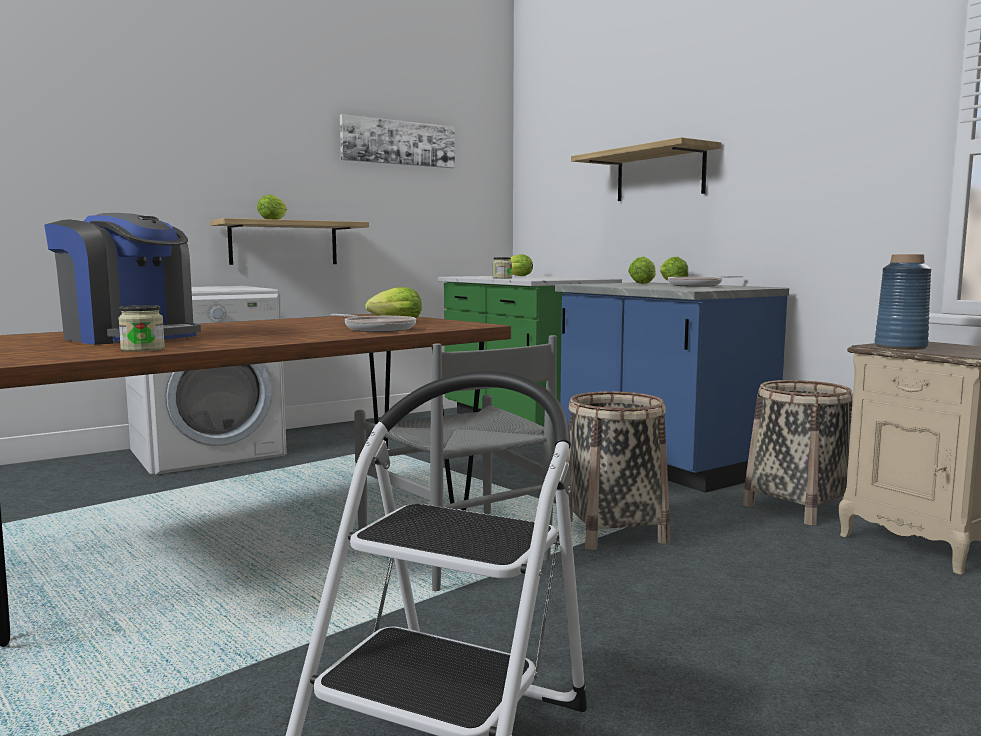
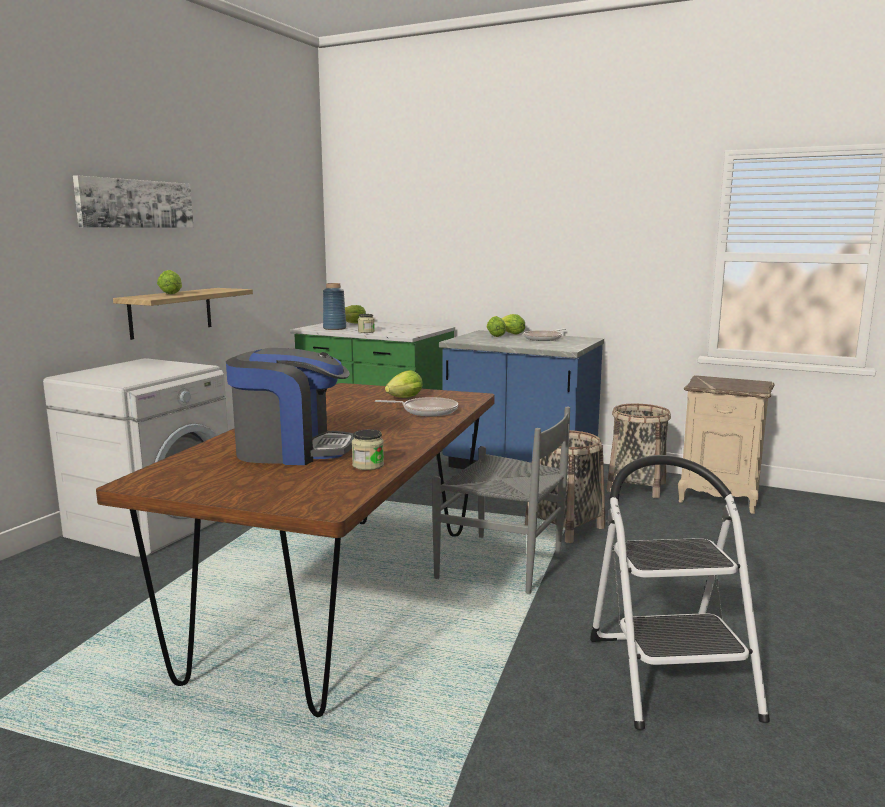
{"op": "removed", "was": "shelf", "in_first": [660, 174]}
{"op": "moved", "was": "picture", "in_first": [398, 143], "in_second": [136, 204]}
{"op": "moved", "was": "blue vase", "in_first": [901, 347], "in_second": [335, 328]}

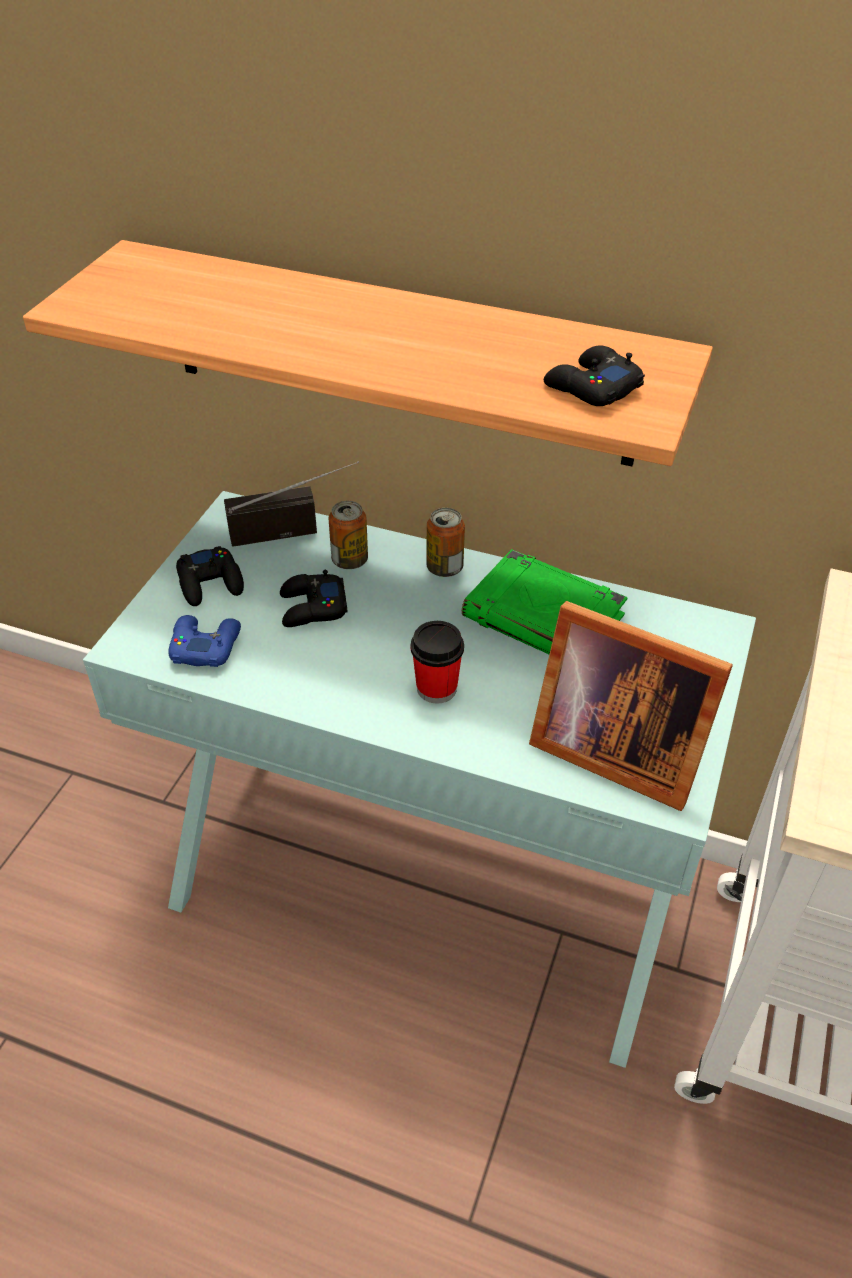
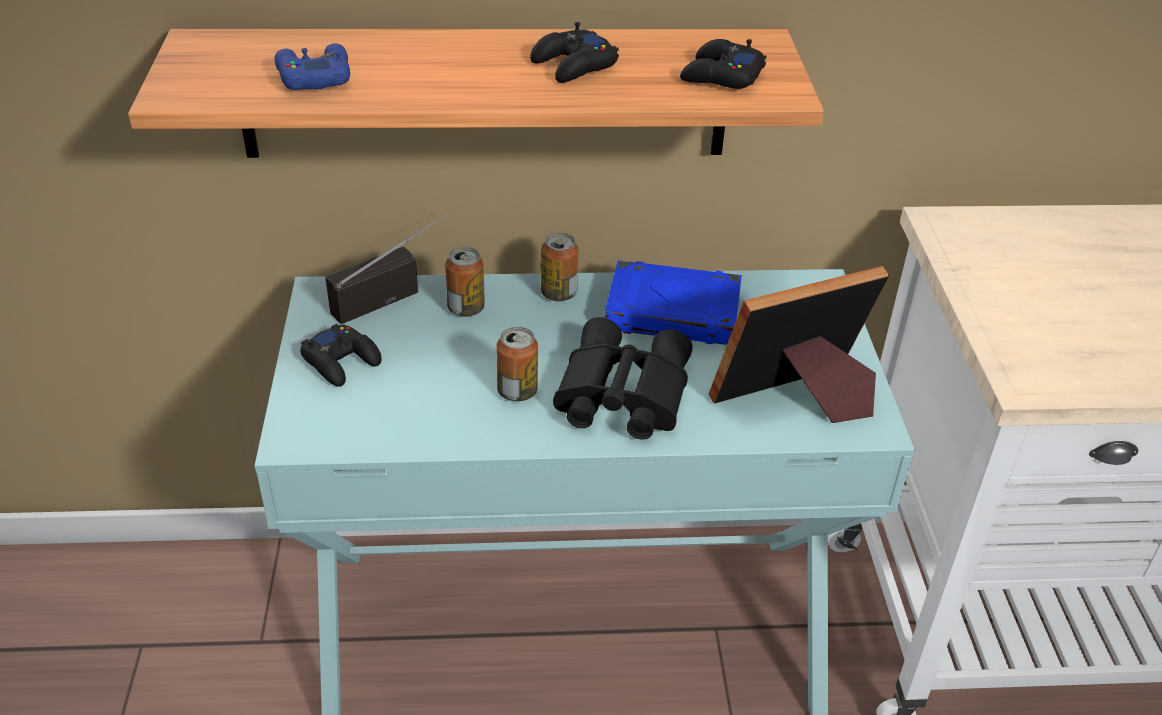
{"op": "added", "now": "can", "in_second": [517, 391]}
{"op": "moved", "was": "blue game controller", "in_first": [205, 646], "in_second": [313, 77]}
{"op": "moved", "was": "black game controller", "in_first": [312, 608], "in_second": [574, 66]}
{"op": "replaced", "was": "cup", "now": "black binoculars", "in_first": [436, 688], "in_second": [619, 395]}
{"op": "recoloured", "was": "green book", "now": "blue book", "in_first": [545, 617], "in_second": [674, 312]}
{"op": "turned", "was": "picture frame", "in_first": [612, 748], "in_second": [797, 400], "clockwise": 150}

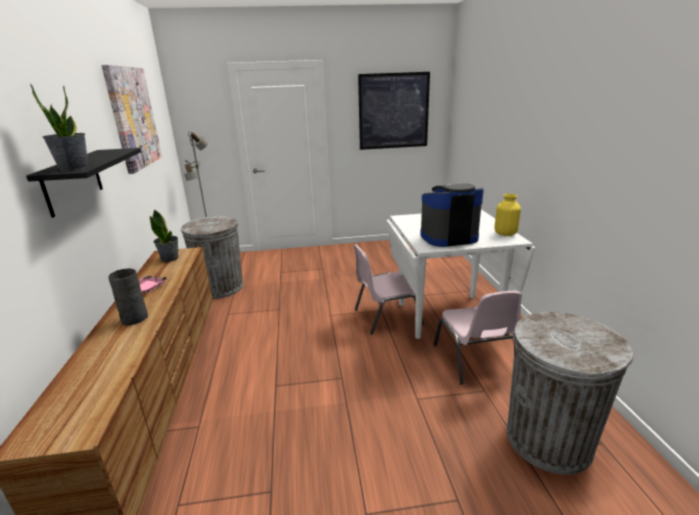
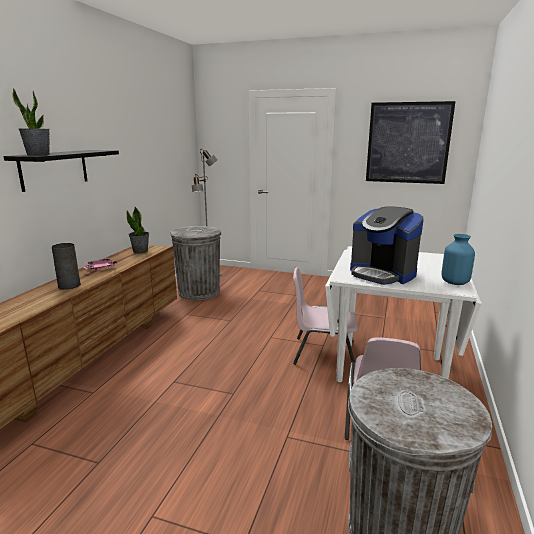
{"op": "removed", "was": "picture", "in_first": [133, 117]}
{"op": "recoloured", "was": "yellow vase", "now": "blue vase", "in_first": [505, 234], "in_second": [455, 282]}
{"op": "turned", "was": "coffee machine", "in_first": [448, 237], "in_second": [382, 274], "clockwise": -150}

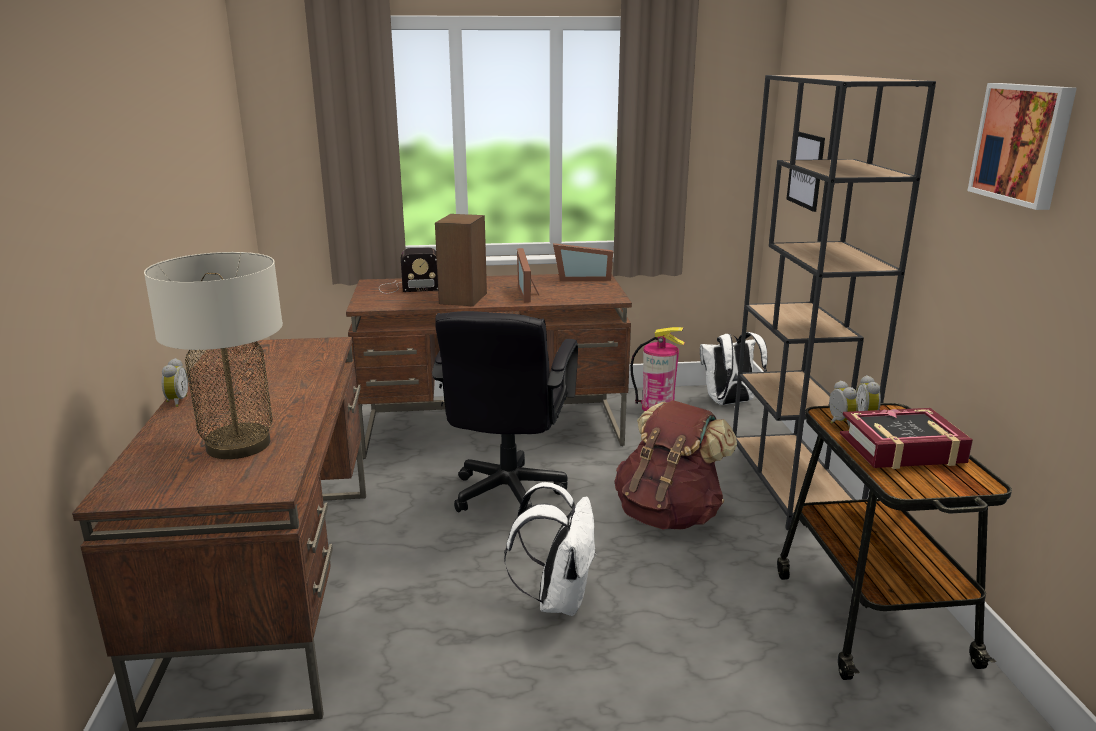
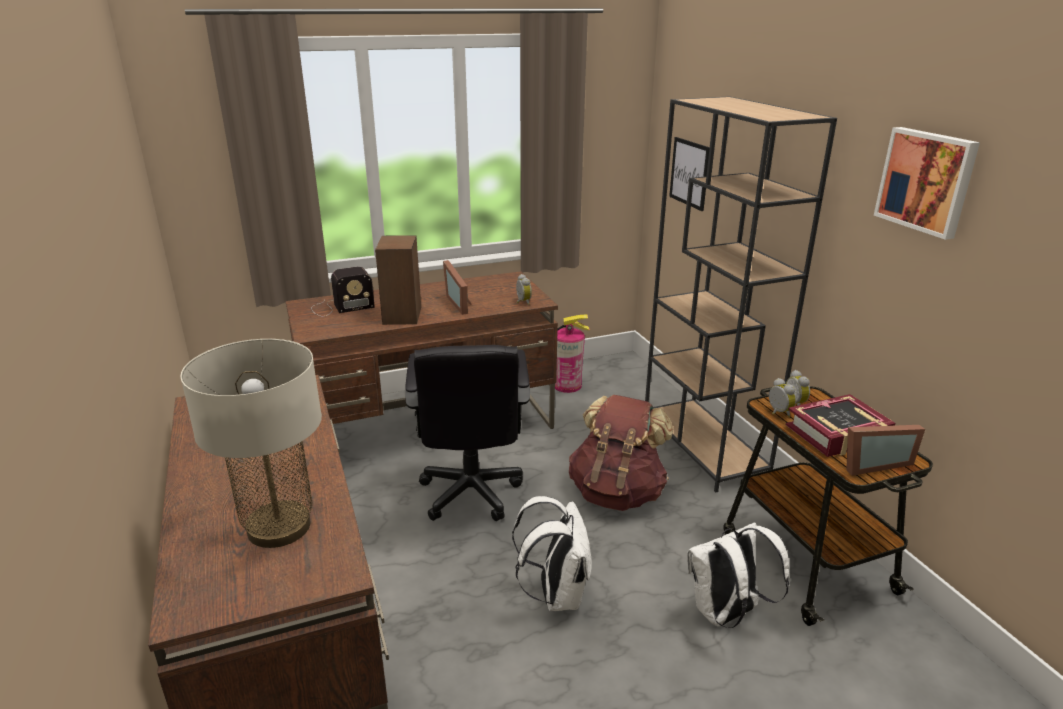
{"op": "moved", "was": "alarm clock", "in_first": [176, 401], "in_second": [522, 302]}
{"op": "moved", "was": "picture frame", "in_first": [582, 278], "in_second": [871, 464]}
{"op": "moved", "was": "white backpack", "in_first": [729, 403], "in_second": [726, 614]}

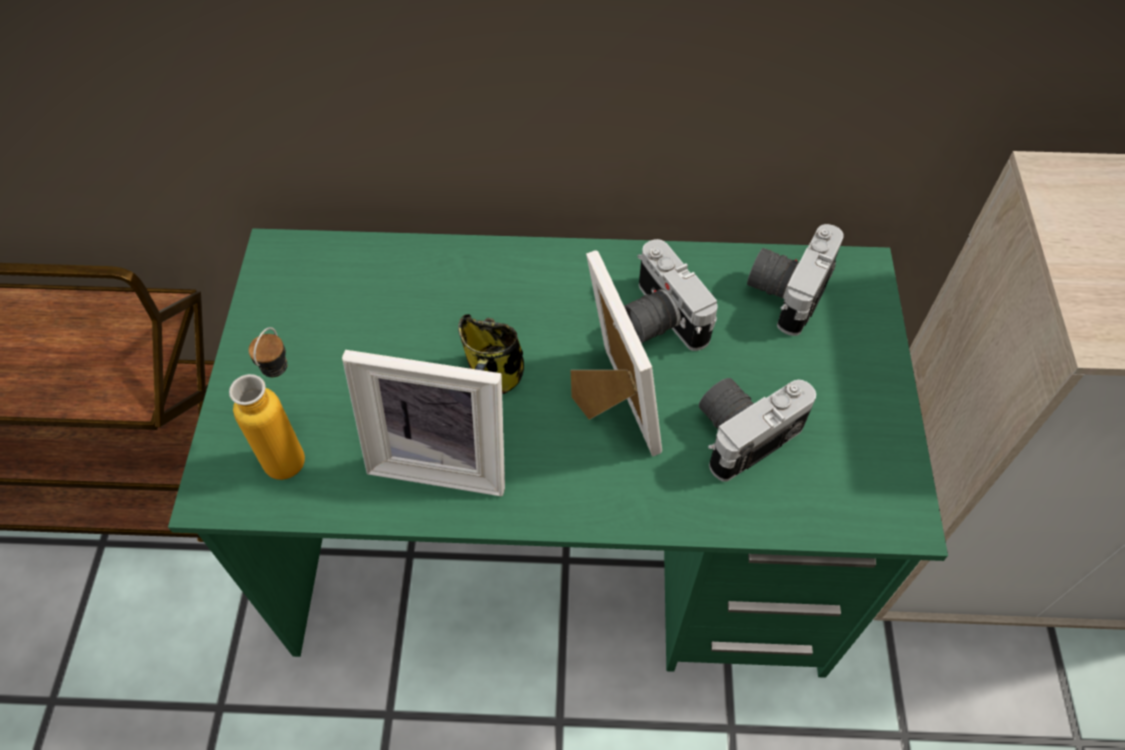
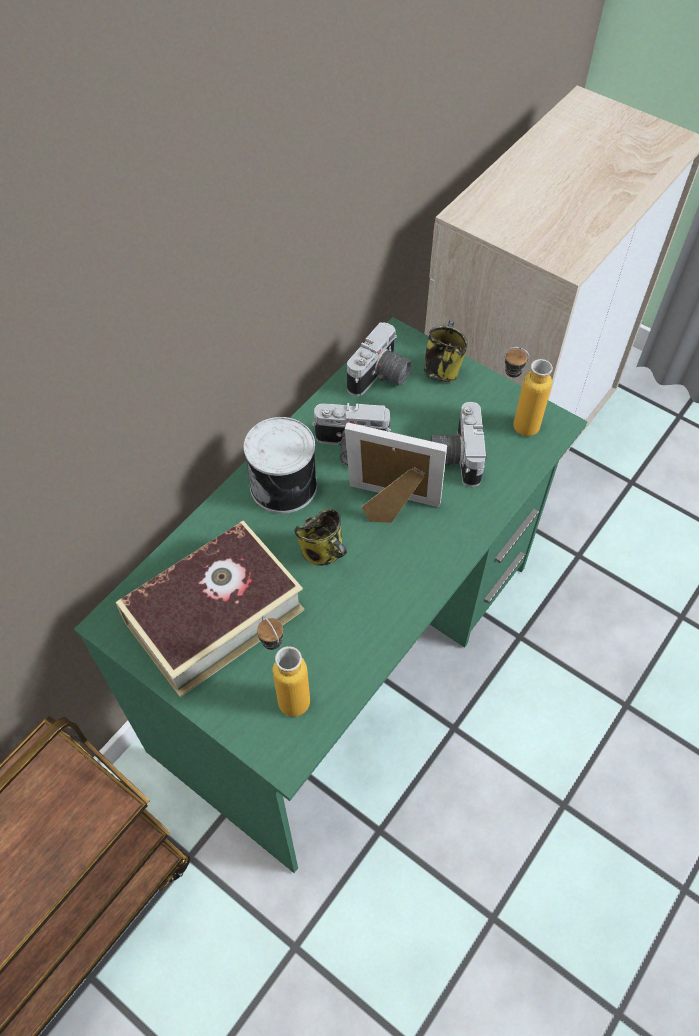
{"op": "removed", "was": "picture frame", "in_first": [442, 458]}
{"op": "added", "now": "book", "in_second": [214, 616]}
{"op": "added", "now": "can", "in_second": [285, 485]}
{"op": "added", "now": "mug", "in_second": [442, 369]}
{"op": "added", "now": "bottle", "in_second": [514, 425]}
{"op": "turned", "was": "photo camera", "in_first": [786, 289], "in_second": [381, 378], "clockwise": -120}

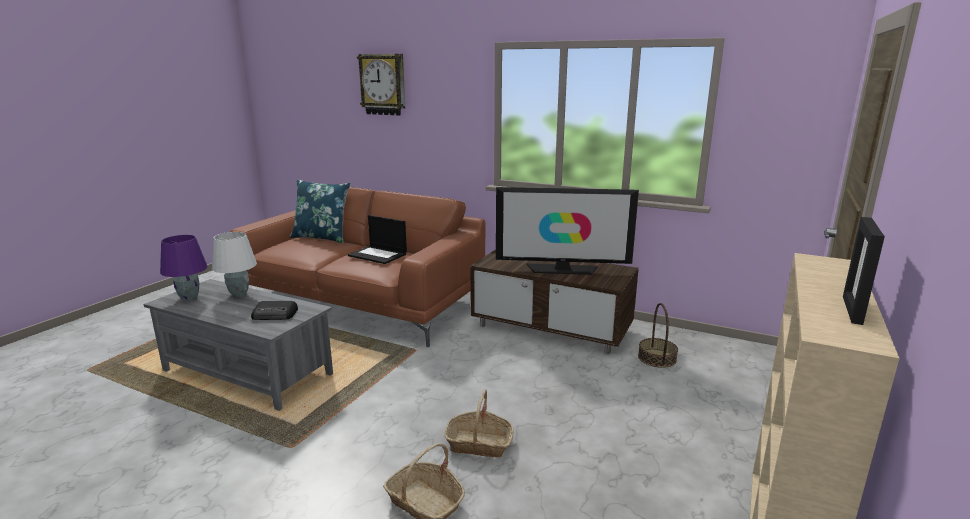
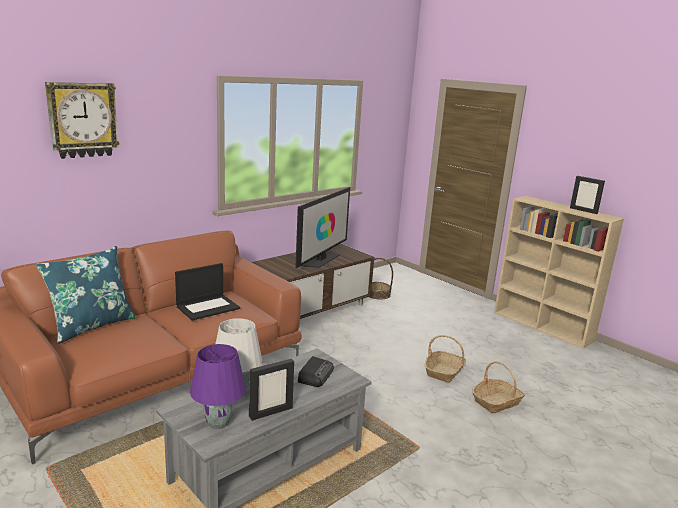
{"op": "added", "now": "picture frame", "in_second": [270, 412]}

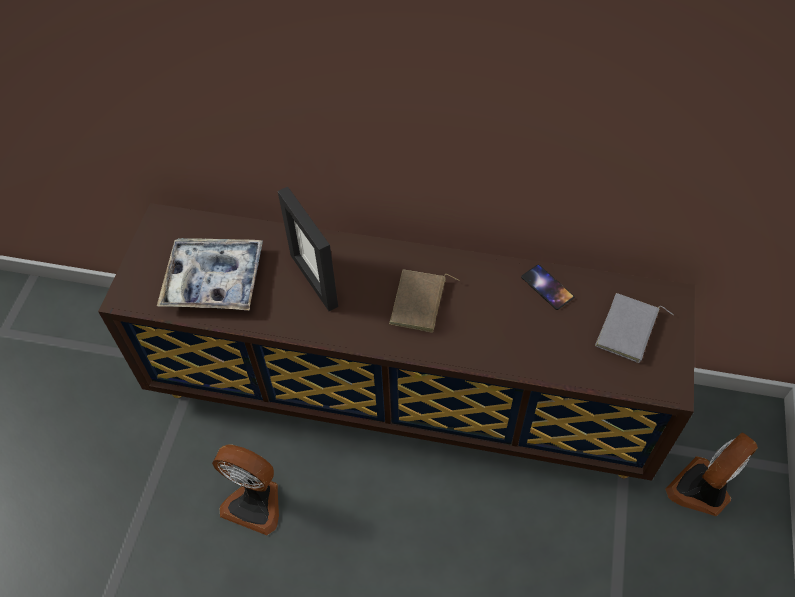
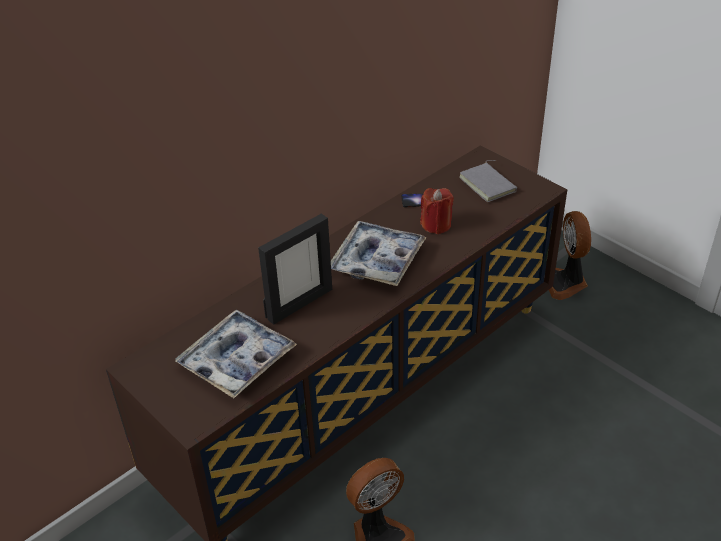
{"op": "added", "now": "red candle", "in_second": [436, 225]}
{"op": "replaced", "was": "brown book", "now": "tray", "in_first": [420, 303], "in_second": [377, 261]}
{"op": "turned", "was": "picture frame", "in_first": [315, 279], "in_second": [299, 303], "clockwise": -45}

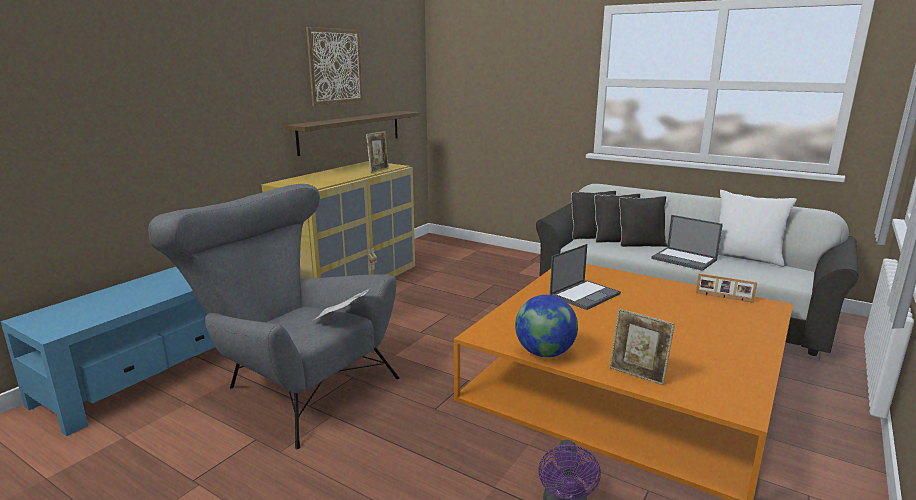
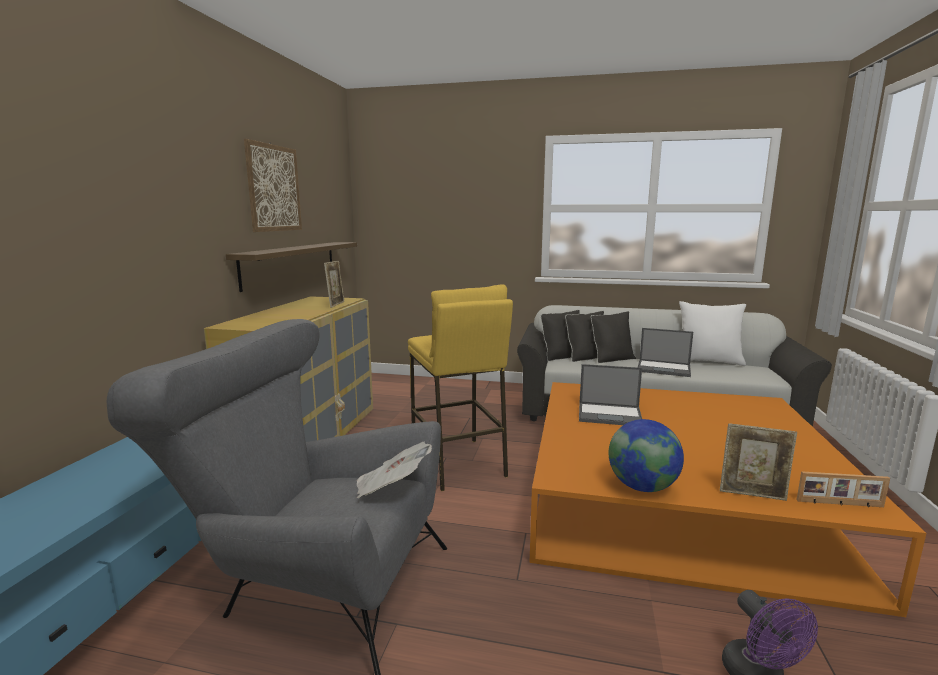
{"op": "added", "now": "yellow stool", "in_second": [458, 463]}
{"op": "moved", "was": "picture frame", "in_first": [724, 297], "in_second": [840, 504]}
{"op": "turned", "was": "laptop", "in_first": [585, 294], "in_second": [610, 415], "clockwise": 75}

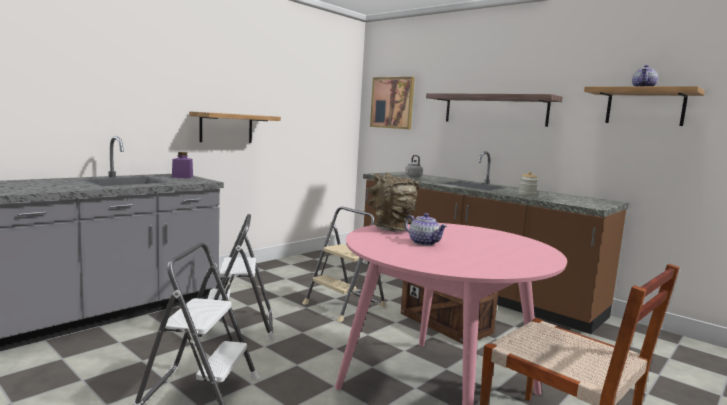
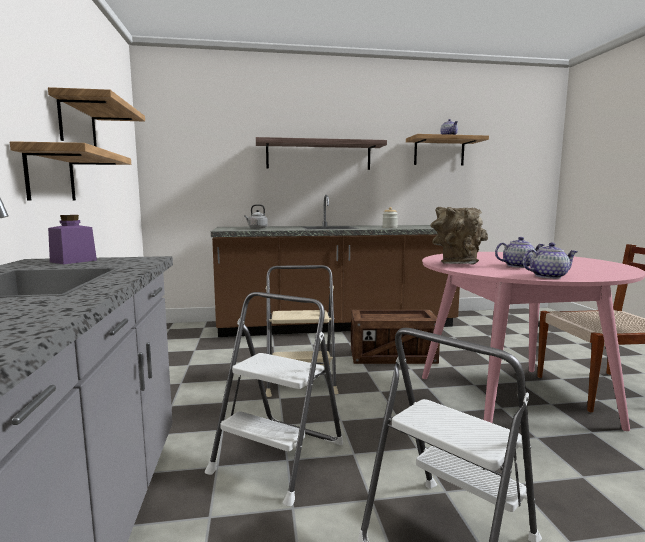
{"op": "removed", "was": "picture", "in_first": [392, 103]}
{"op": "added", "now": "shelf", "in_second": [77, 124]}
{"op": "added", "now": "teapot", "in_second": [548, 276]}

